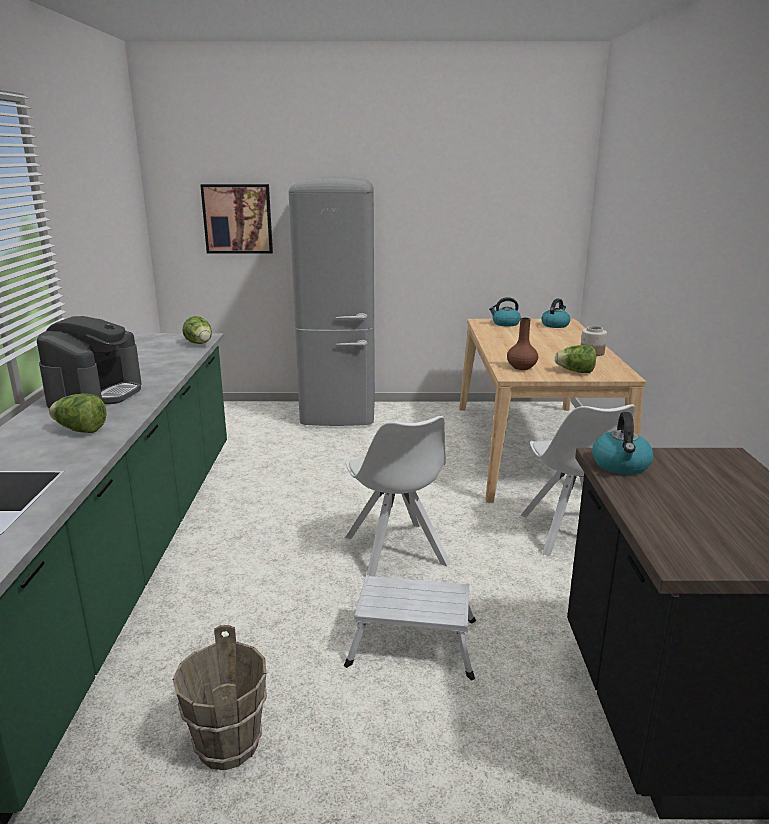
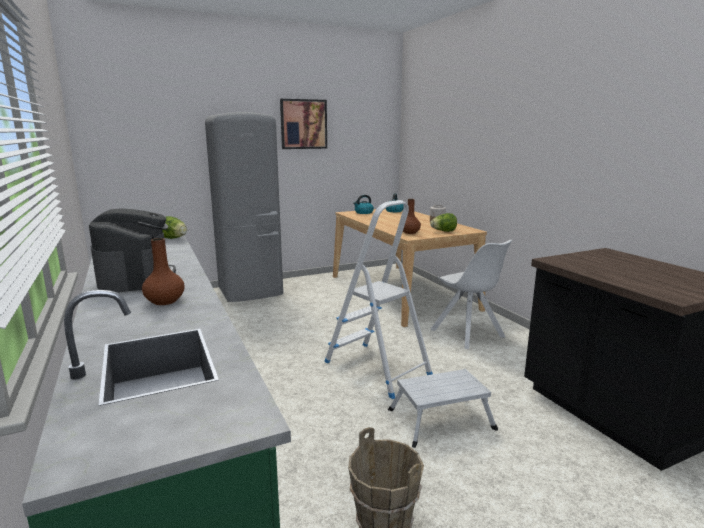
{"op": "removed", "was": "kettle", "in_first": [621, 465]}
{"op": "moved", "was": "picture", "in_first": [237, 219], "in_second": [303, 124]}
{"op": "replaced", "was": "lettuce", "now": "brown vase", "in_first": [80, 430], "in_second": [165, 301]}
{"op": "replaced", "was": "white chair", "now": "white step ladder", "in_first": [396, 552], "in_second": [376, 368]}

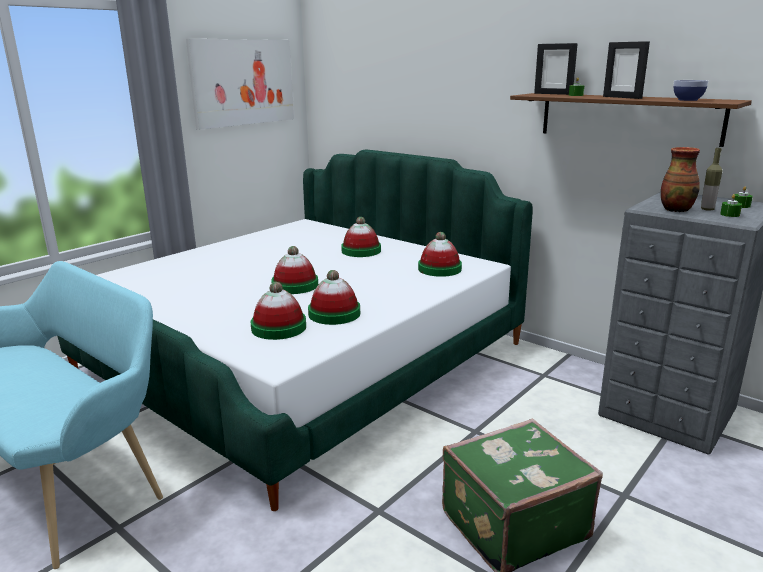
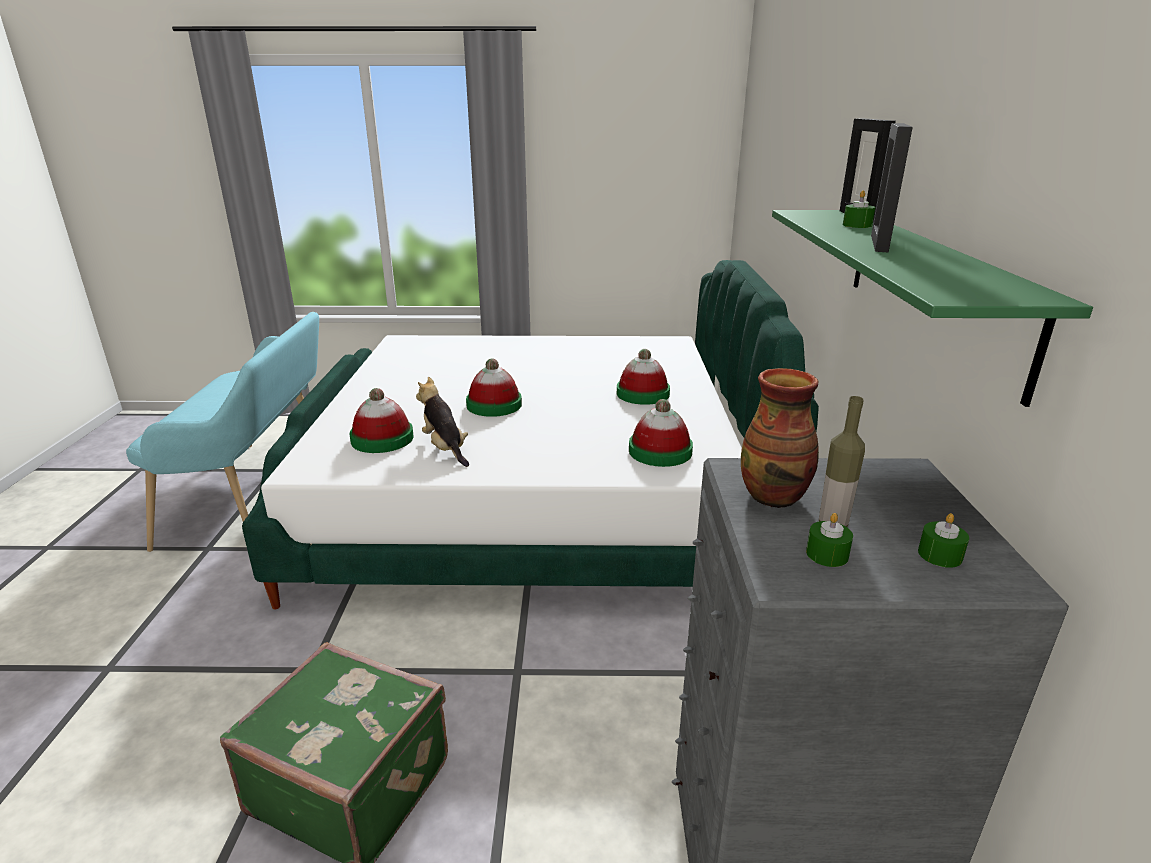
{"op": "removed", "was": "picture", "in_first": [243, 82]}
{"op": "removed", "was": "bowl", "in_first": [687, 100]}
{"op": "replaced", "was": "hat", "now": "plush toy", "in_first": [334, 314], "in_second": [445, 448]}
{"op": "recoloured", "was": "brown shelf", "now": "green shelf", "in_first": [628, 118], "in_second": [931, 289]}

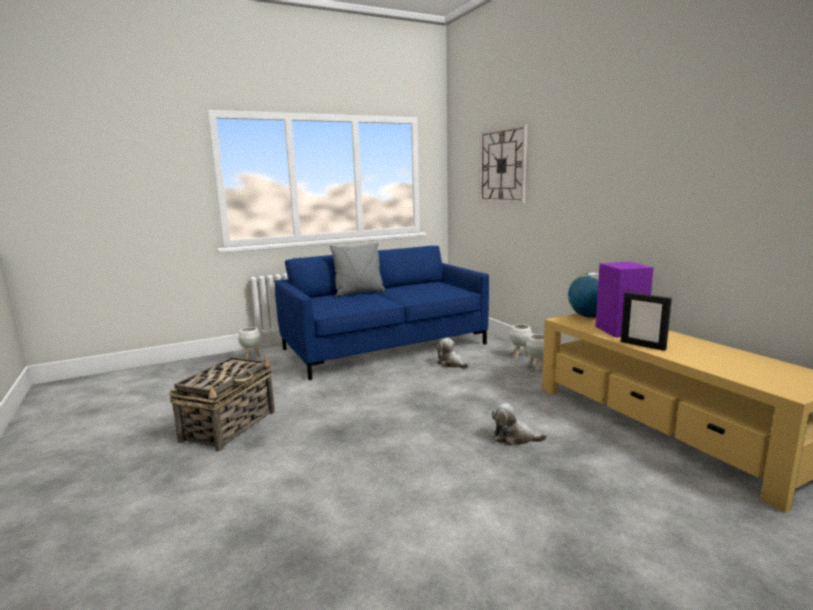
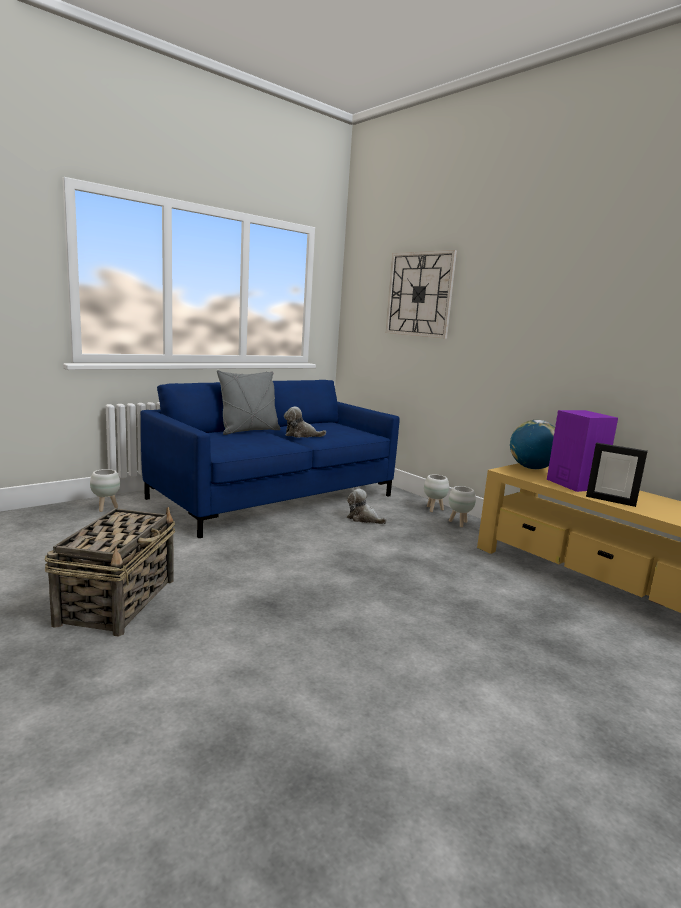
{"op": "moved", "was": "plush toy", "in_first": [514, 438], "in_second": [301, 435]}

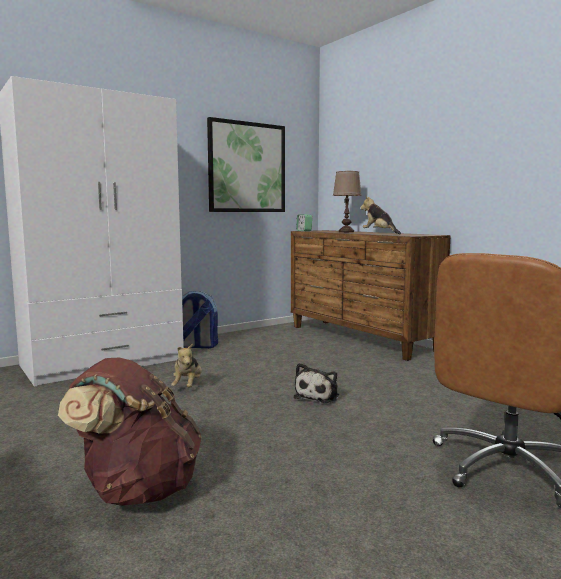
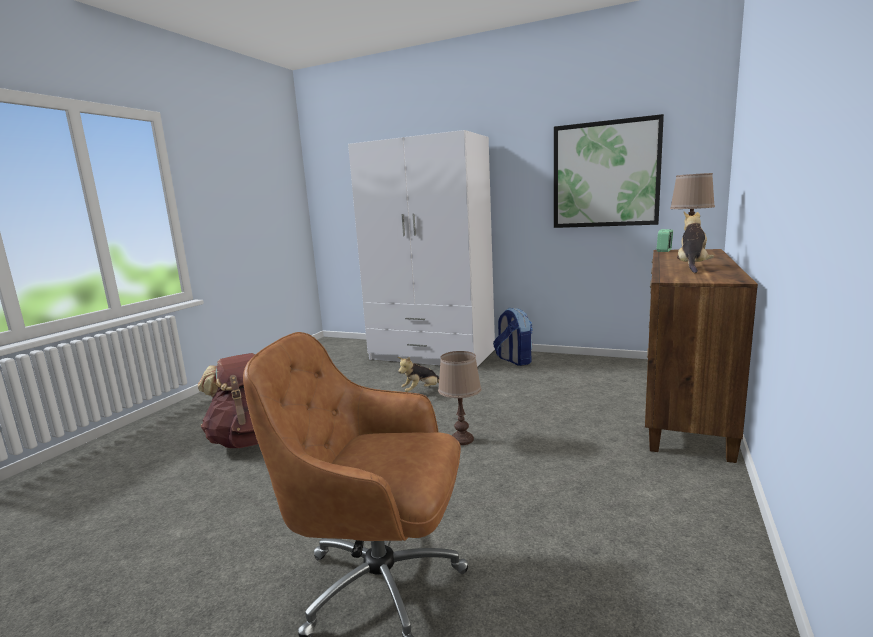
{"op": "replaced", "was": "plush toy", "now": "brown table lamp", "in_first": [318, 396], "in_second": [462, 439]}

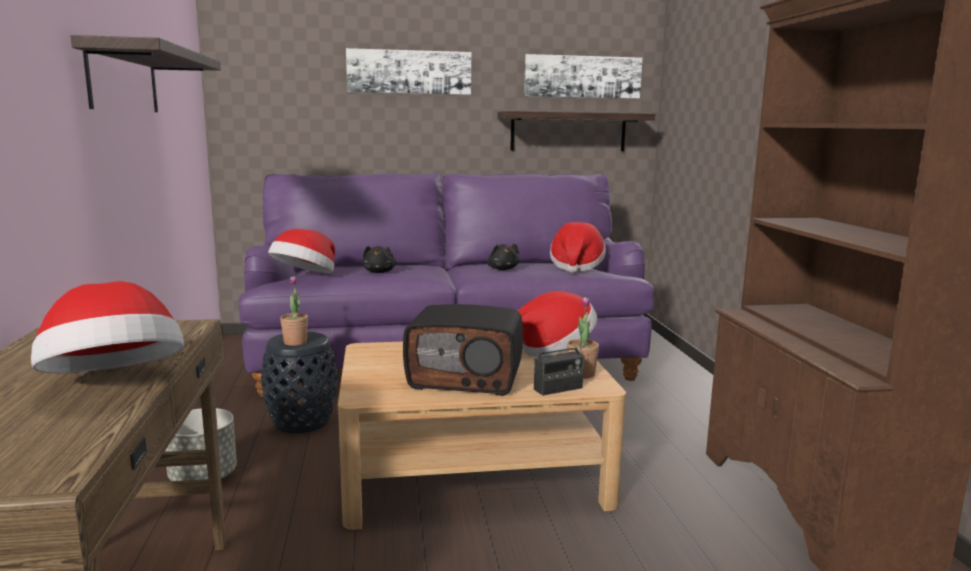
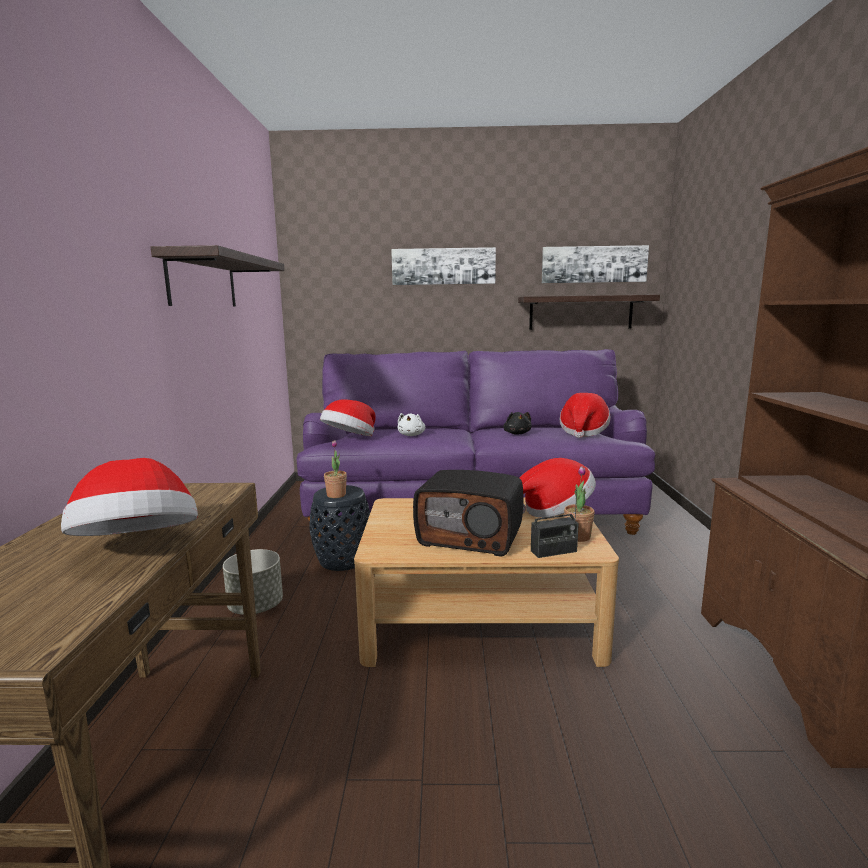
{"op": "recoloured", "was": "black plush toy", "now": "white plush toy", "in_first": [379, 272], "in_second": [411, 435]}

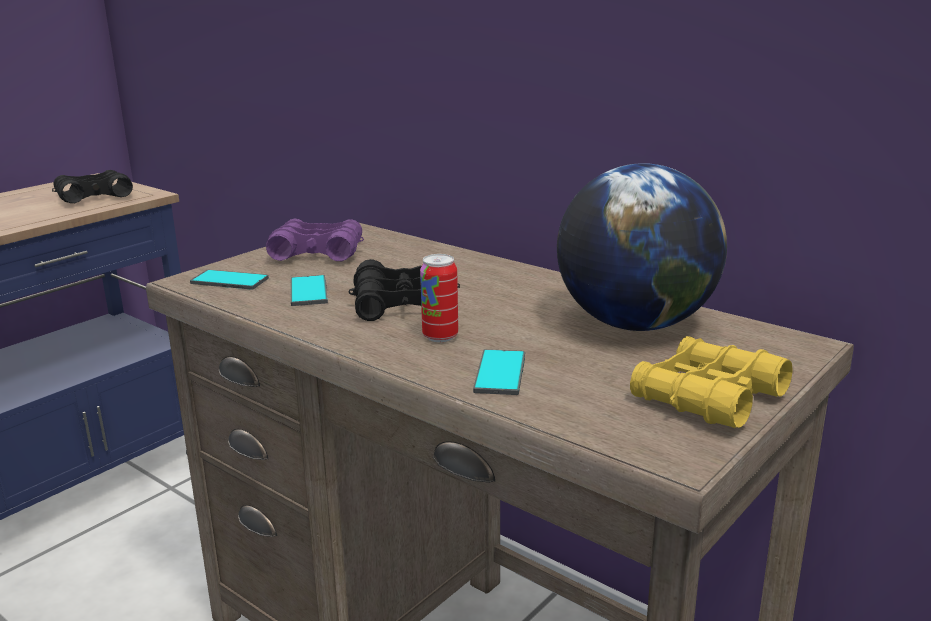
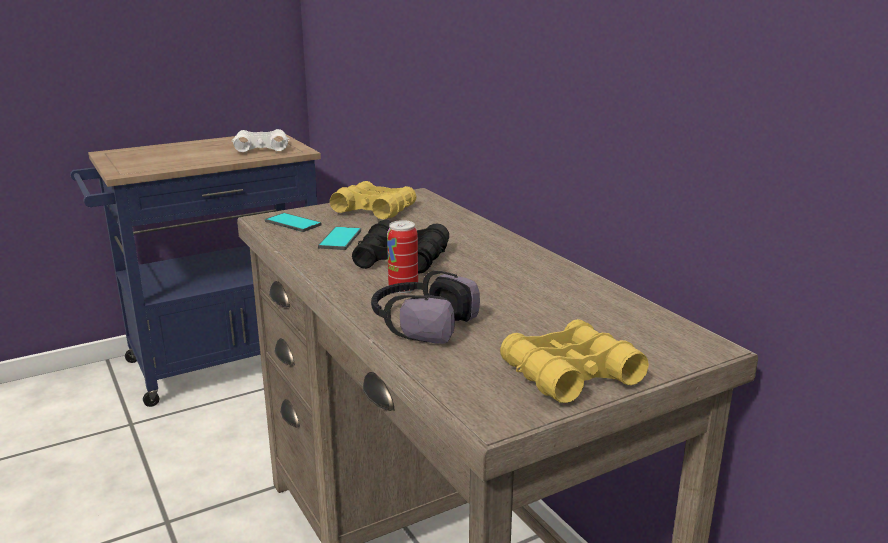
{"op": "removed", "was": "globe", "in_first": [635, 324]}
{"op": "replaced", "was": "phone", "now": "headphones", "in_first": [500, 373], "in_second": [421, 324]}
{"op": "recoloured", "was": "black binoculars", "now": "white binoculars", "in_first": [94, 196], "in_second": [261, 148]}
{"op": "recoloured", "was": "purple binoculars", "now": "yellow binoculars", "in_first": [317, 252], "in_second": [374, 210]}

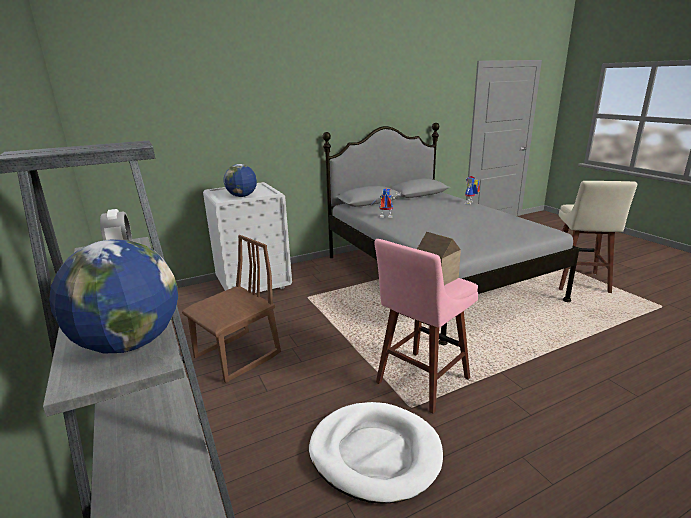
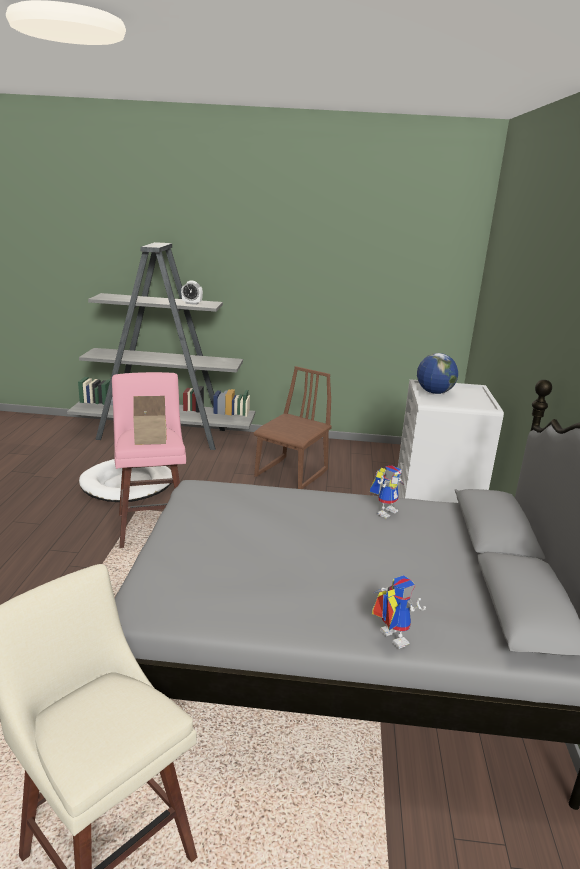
{"op": "removed", "was": "globe", "in_first": [129, 344]}
{"op": "turned", "was": "brown chair", "in_first": [238, 356], "in_second": [292, 474], "clockwise": -135}

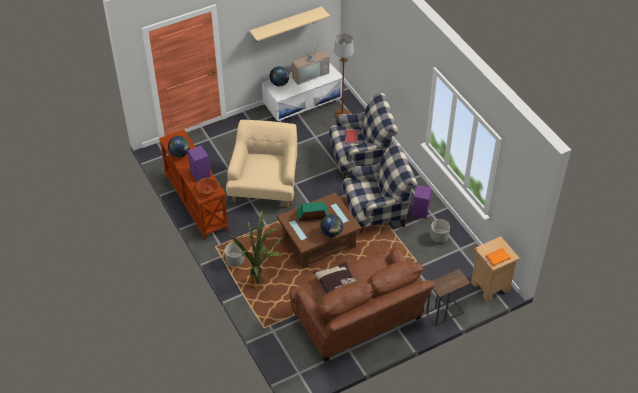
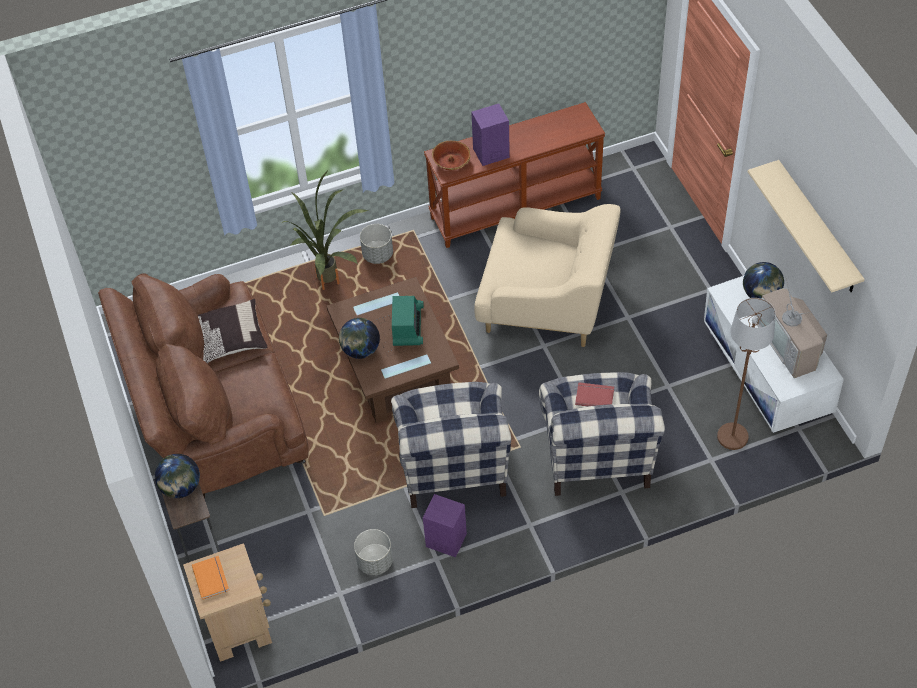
{"op": "moved", "was": "globe", "in_first": [180, 154], "in_second": [181, 488]}

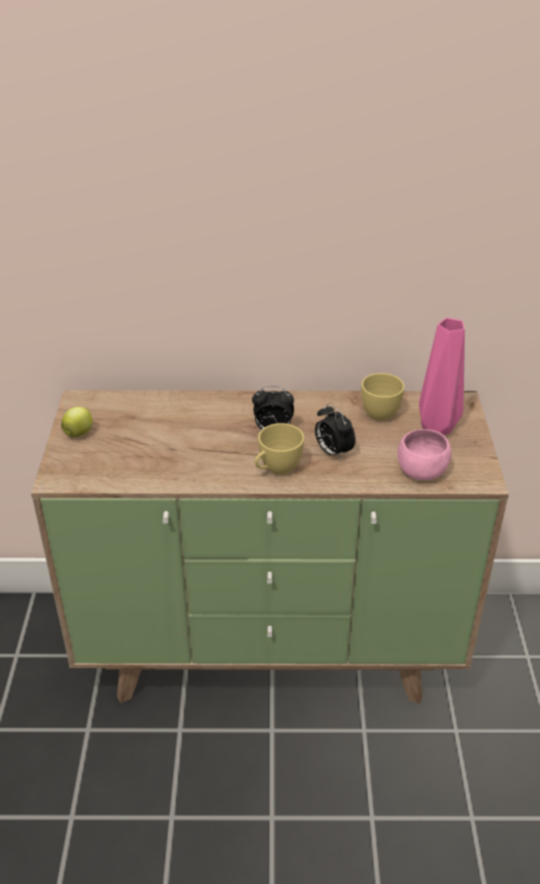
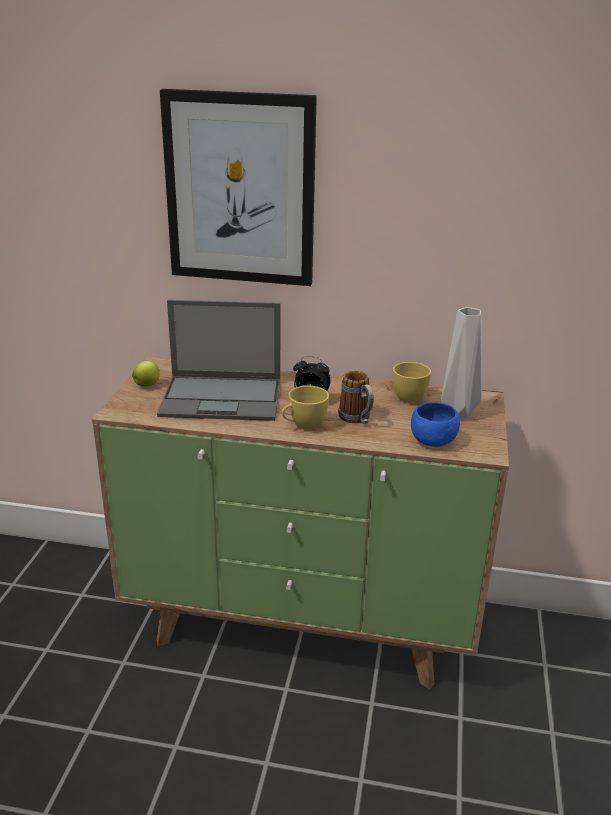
{"op": "added", "now": "laptop", "in_second": [223, 398]}
{"op": "added", "now": "picture", "in_second": [240, 189]}
{"op": "replaced", "was": "alarm clock", "now": "mug", "in_first": [332, 452], "in_second": [357, 419]}
{"op": "recoloured", "was": "pink bowl", "now": "blue bowl", "in_first": [421, 471], "in_second": [432, 441]}
{"op": "recoloured", "was": "pink vase", "now": "grey vase", "in_first": [439, 428], "in_second": [459, 413]}

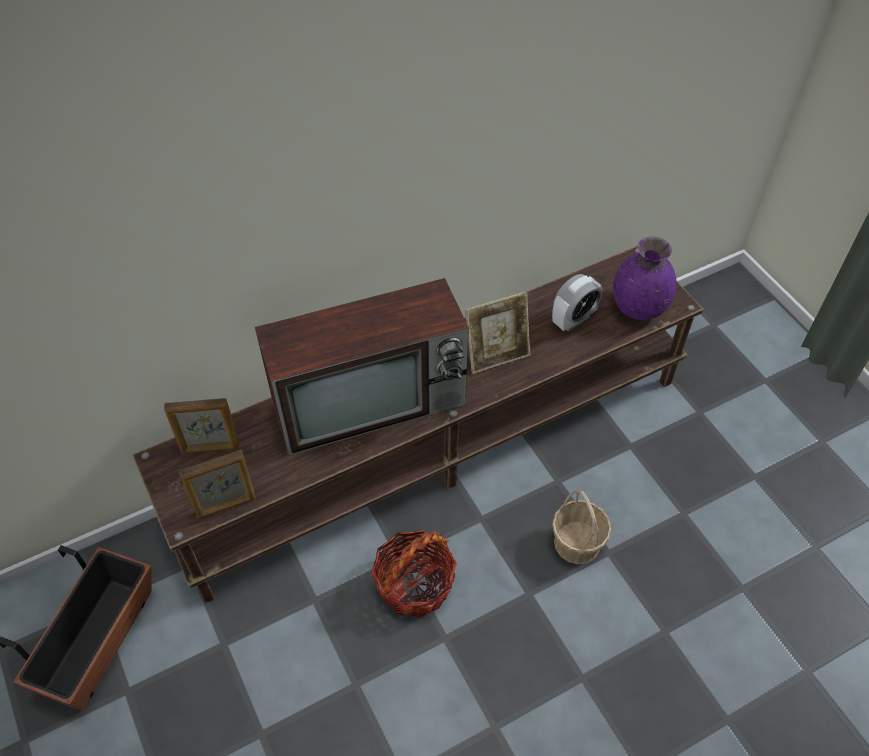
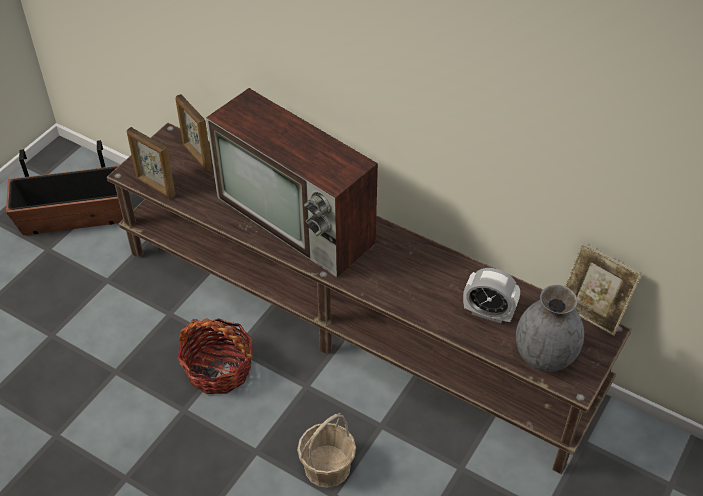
{"op": "moved", "was": "picture frame", "in_first": [497, 356], "in_second": [591, 312]}
{"op": "recoloured", "was": "purple vase", "now": "grey vase", "in_first": [638, 308], "in_second": [544, 355]}

